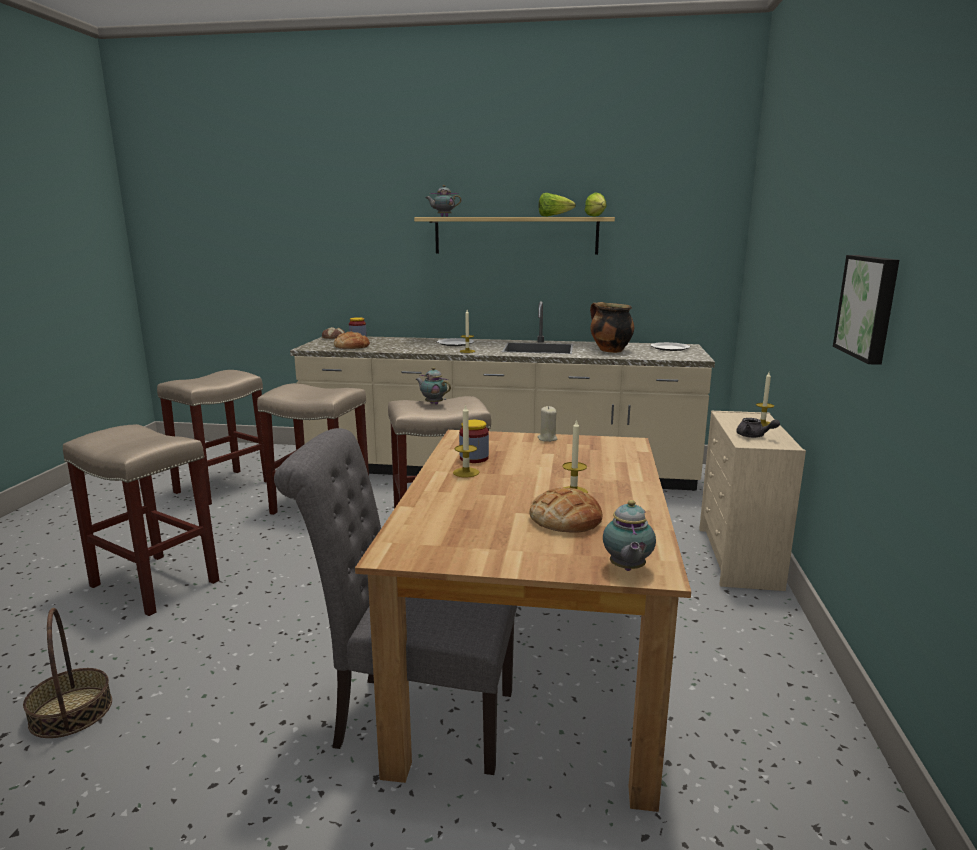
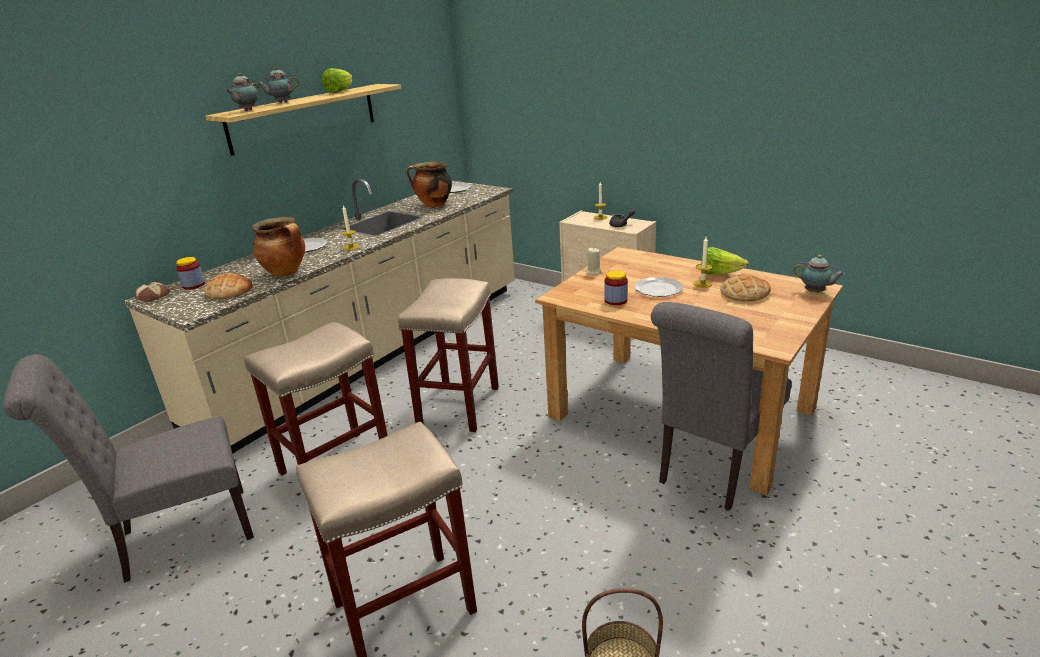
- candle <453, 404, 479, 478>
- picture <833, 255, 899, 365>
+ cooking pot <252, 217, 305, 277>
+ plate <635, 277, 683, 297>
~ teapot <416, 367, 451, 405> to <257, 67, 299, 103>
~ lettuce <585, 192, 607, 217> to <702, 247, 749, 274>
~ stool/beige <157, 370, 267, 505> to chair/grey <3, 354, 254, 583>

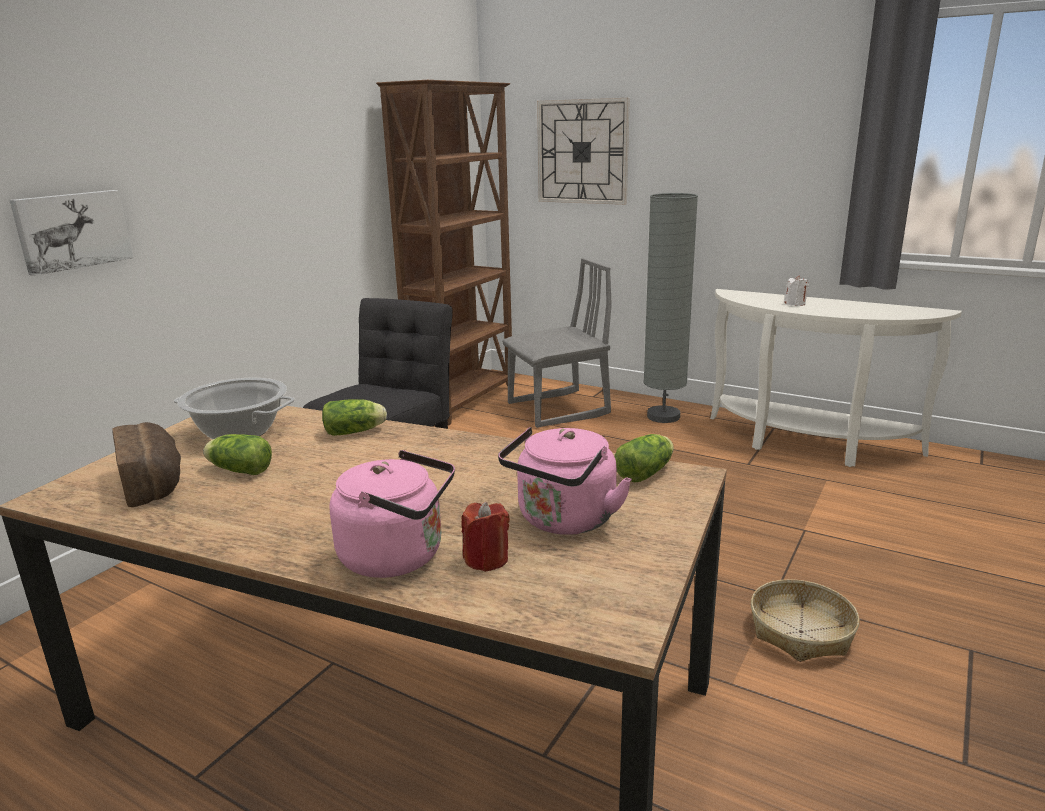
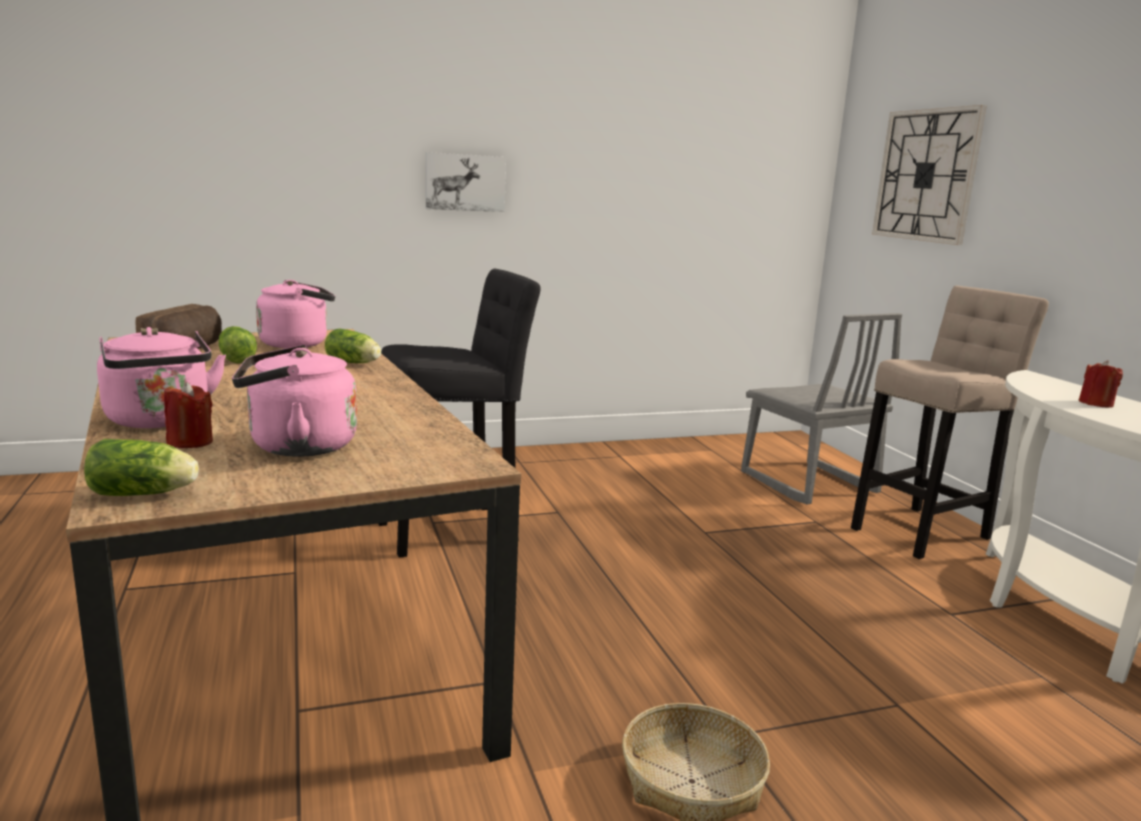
- bookcase/brown <376, 80, 512, 425>
~ picture <10, 190, 133, 276> to <426, 152, 506, 212>
~ lettuce <615, 434, 674, 482> to <84, 439, 199, 496>
~ cooking pot <174, 378, 295, 439> to kettle/pink <256, 280, 335, 348>
~ floor lamp/grey <643, 193, 698, 423> to stool/beige <851, 286, 1049, 559>
~ candle/white <784, 275, 809, 306> to candle/red <1079, 360, 1123, 408>
~ chair/grey <502, 258, 612, 428> = <741, 313, 902, 505> 45 degrees clockwise

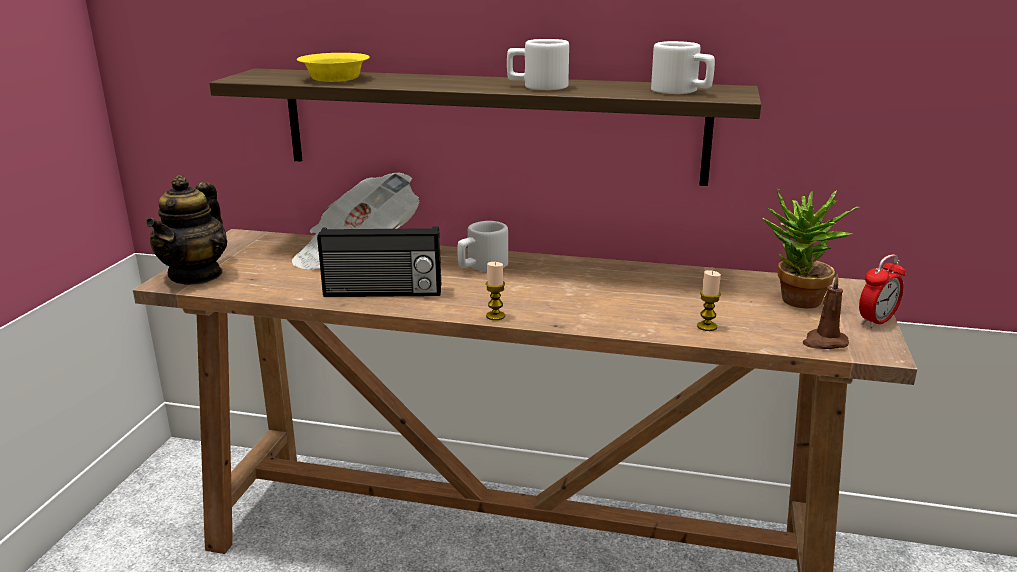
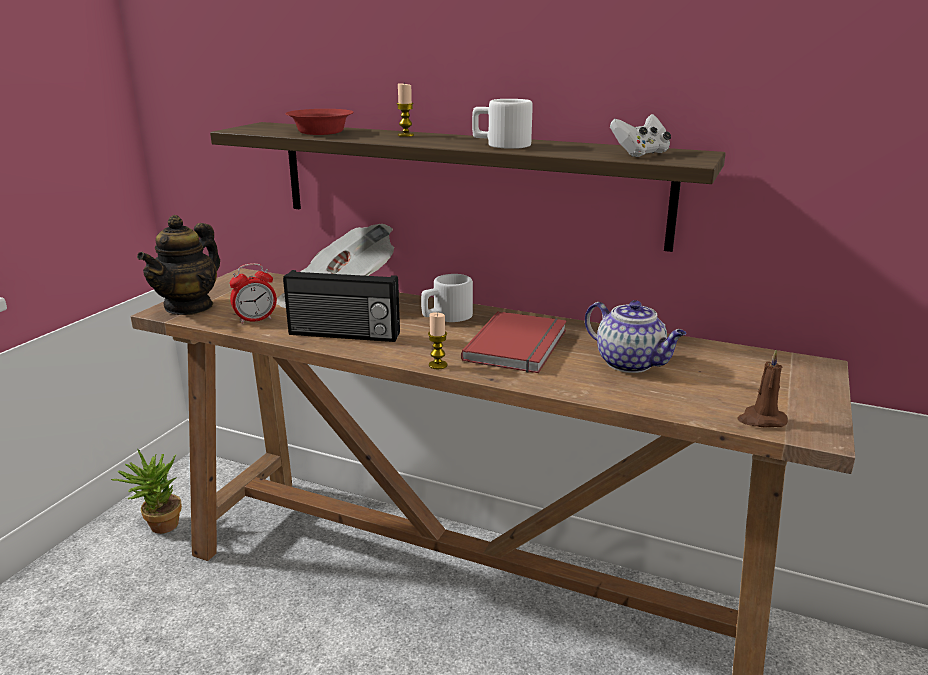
+ book/red <461, 311, 566, 373>
+ teapot <585, 300, 687, 373>
~ candle <697, 270, 721, 331> to <397, 83, 414, 137>
~ potted plant <763, 188, 860, 308> to <111, 449, 182, 534>
~ alarm clock <859, 254, 906, 328> to <229, 263, 277, 324>
~ mug/white <651, 41, 715, 94> to game controller/white <610, 114, 671, 157>
~ bowl/yellow <297, 53, 370, 82> to bowl/red <285, 109, 354, 135>

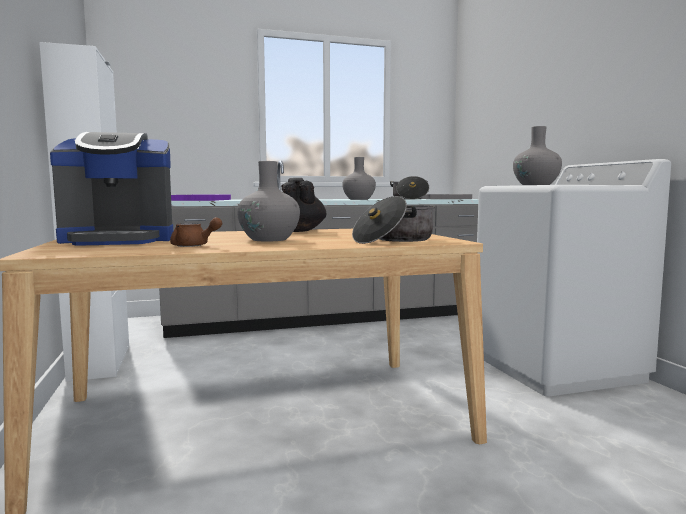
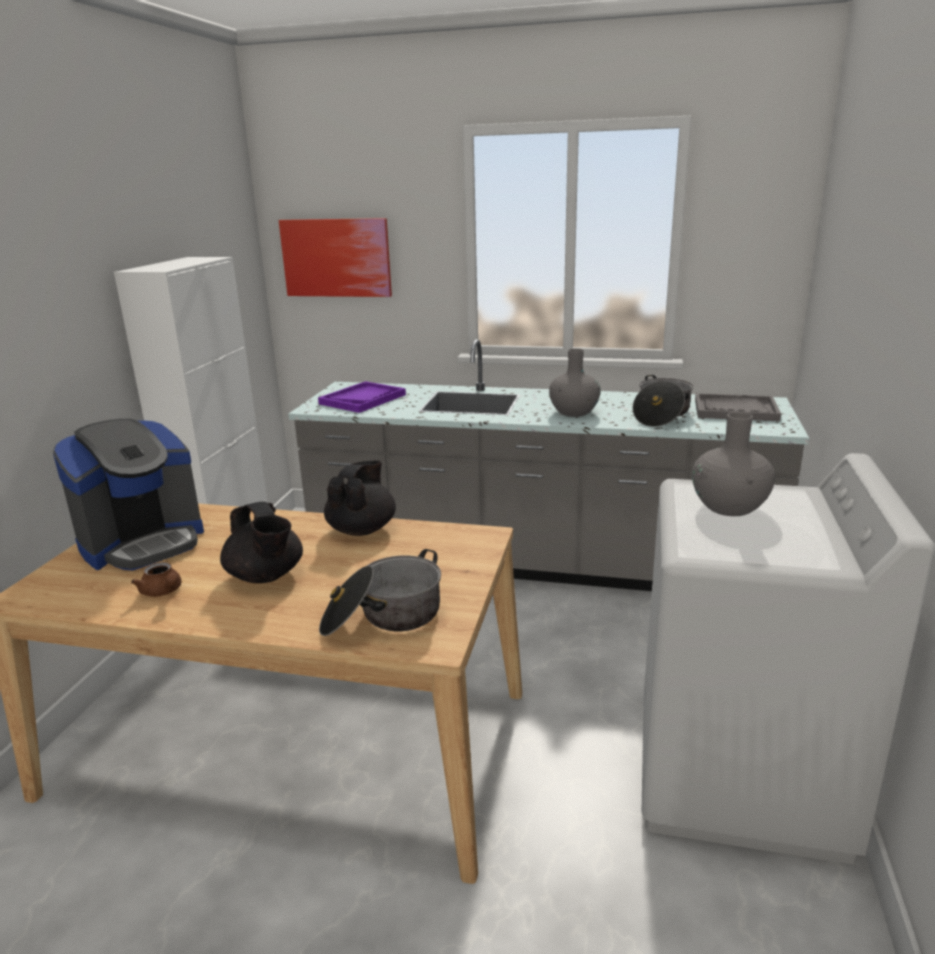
+ picture <279, 218, 392, 297>
~ vase/grey <237, 161, 300, 241> to teapot/black <220, 501, 303, 583>
~ coffee machine <50, 132, 173, 246> = <53, 419, 204, 570> 60 degrees counterclockwise

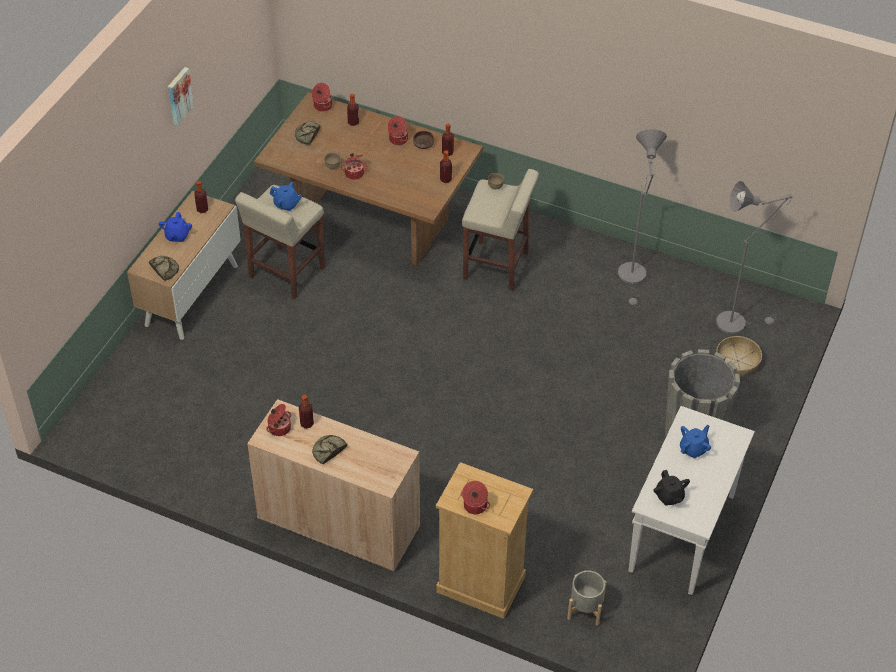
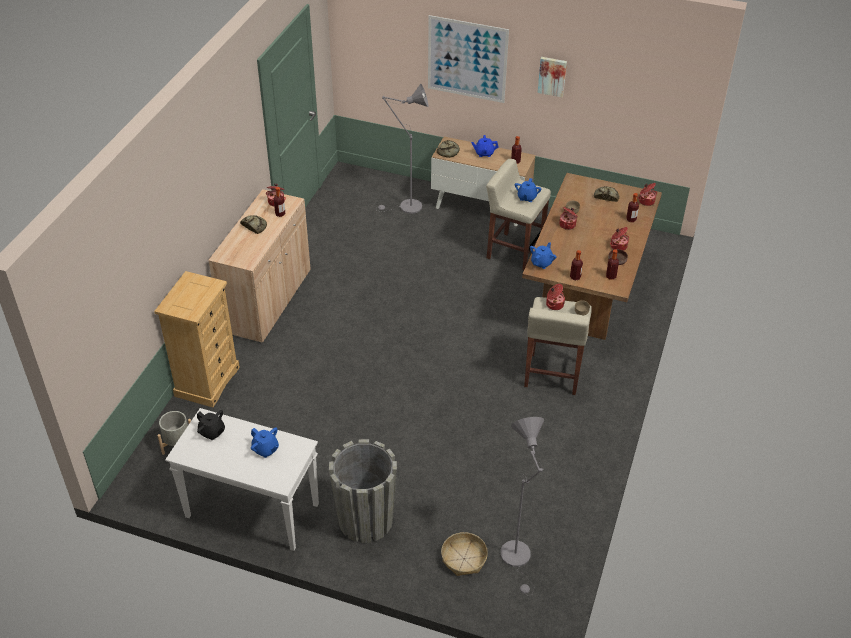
+ picture <428, 15, 509, 103>
+ teapot/blue <530, 242, 556, 269>
~ cooking pot <461, 481, 490, 514> to <546, 284, 565, 310>
~ floor lamp/grey <618, 129, 667, 305> to <378, 84, 428, 214>
~ teapot/black <654, 470, 690, 506> = <197, 410, 225, 440> 120 degrees counterclockwise

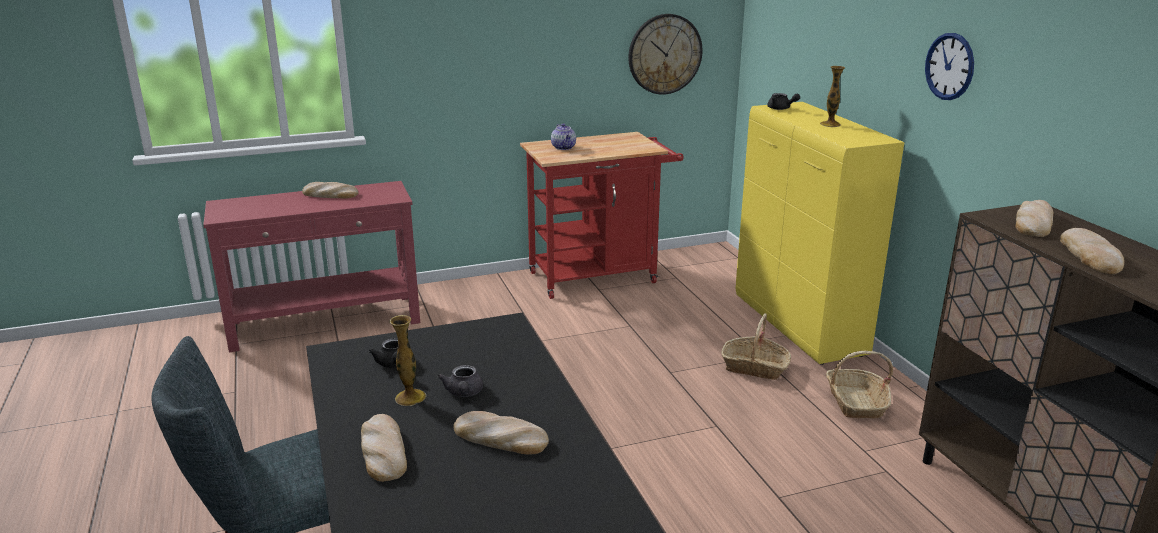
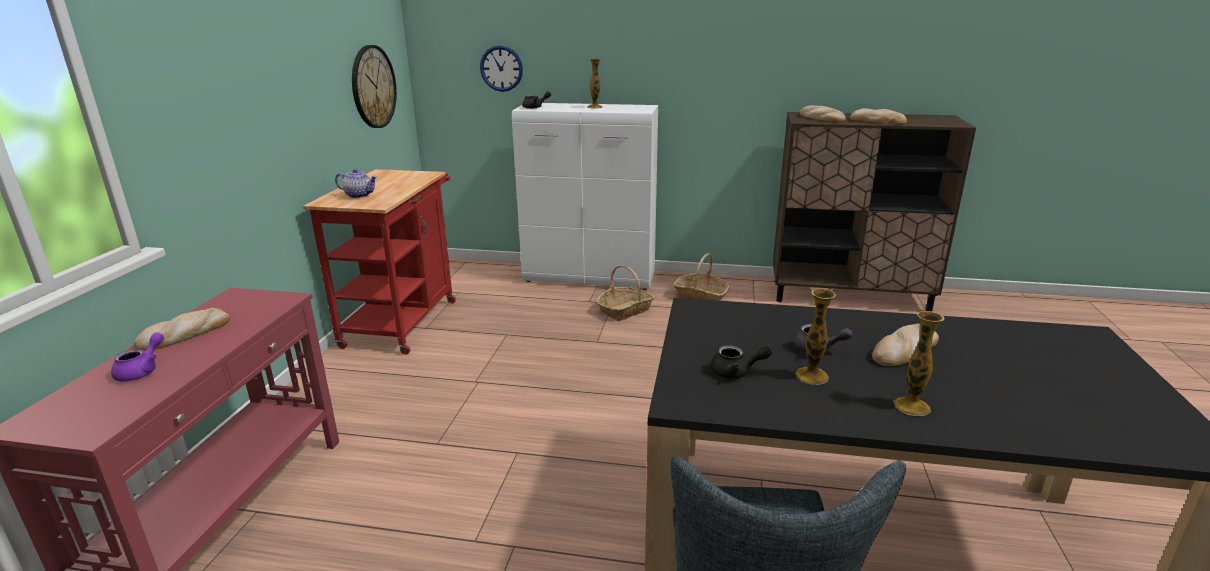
+ teapot/purple <111, 332, 164, 382>
~ wall clock <925, 33, 974, 100> to <480, 45, 523, 92>
~ bread <361, 414, 407, 482> to vase <893, 311, 945, 416>
~ cabinet/yellow <736, 102, 904, 365> to cabinet/white <512, 103, 658, 290>

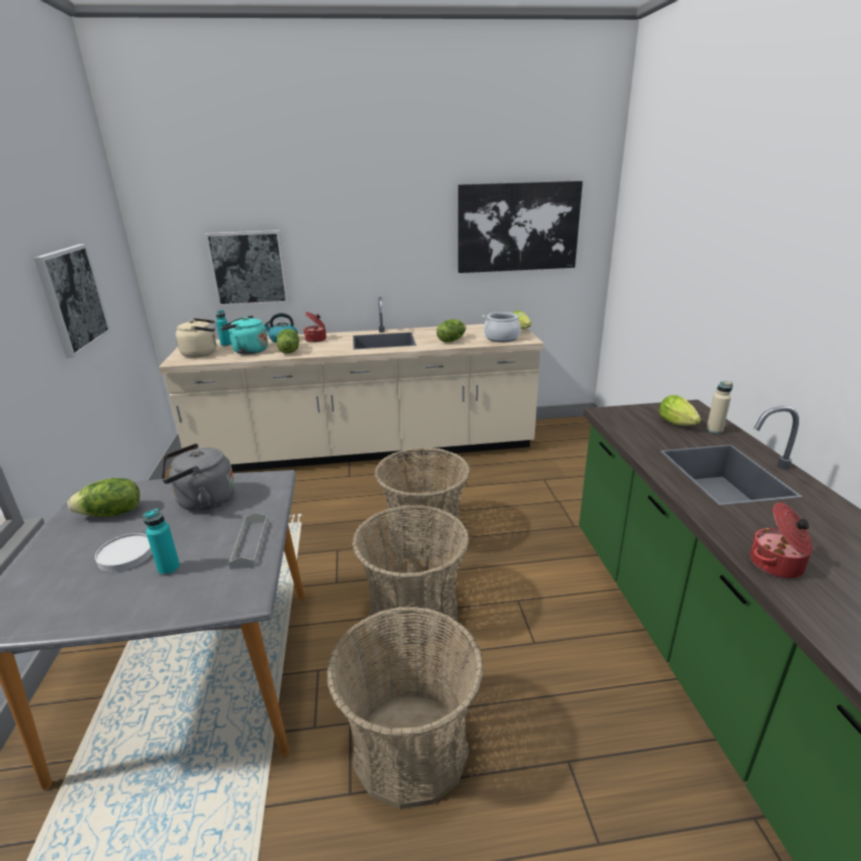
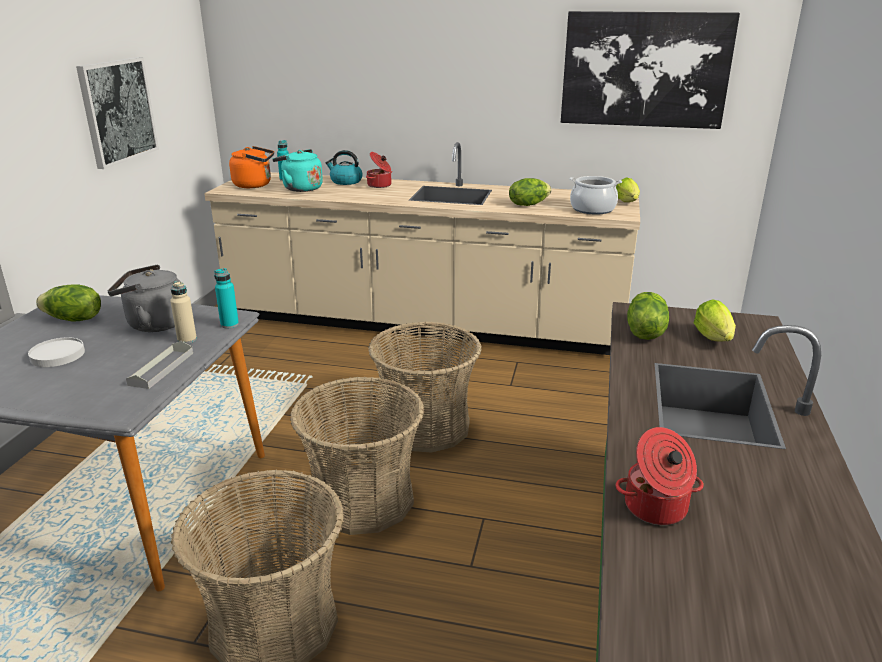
- picture <204, 230, 289, 307>
~ bottle/turquoise <143, 509, 180, 576> to <214, 268, 239, 328>
~ lettuce <277, 329, 299, 353> to <627, 292, 669, 340>
~ bottle/beige <706, 381, 733, 434> to <170, 281, 197, 344>
~ kettle/beige <176, 318, 216, 358> to kettle/orange <229, 146, 274, 188>

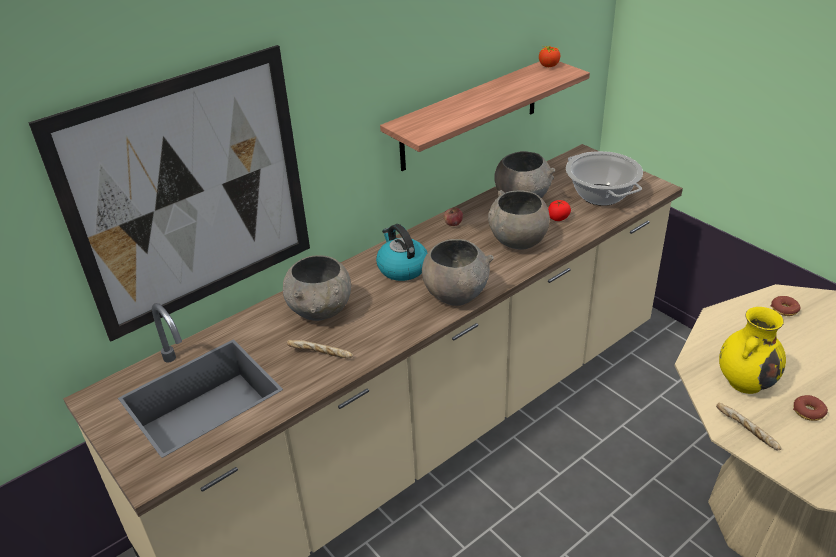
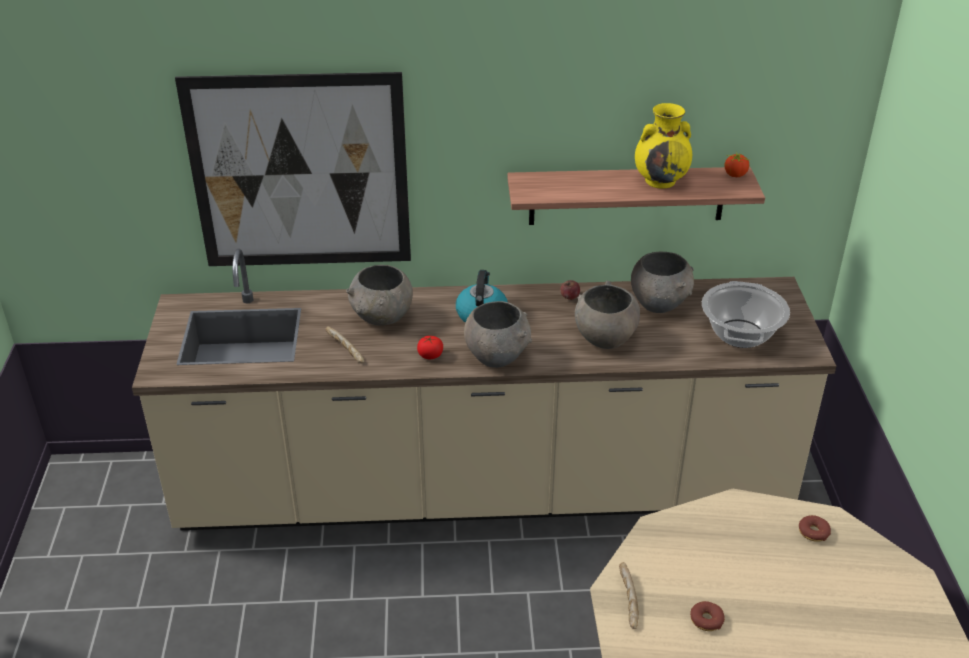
~ tomato <548, 200, 571, 221> to <417, 335, 443, 359>
~ vase/yellow <719, 307, 786, 394> to <635, 103, 692, 189>

